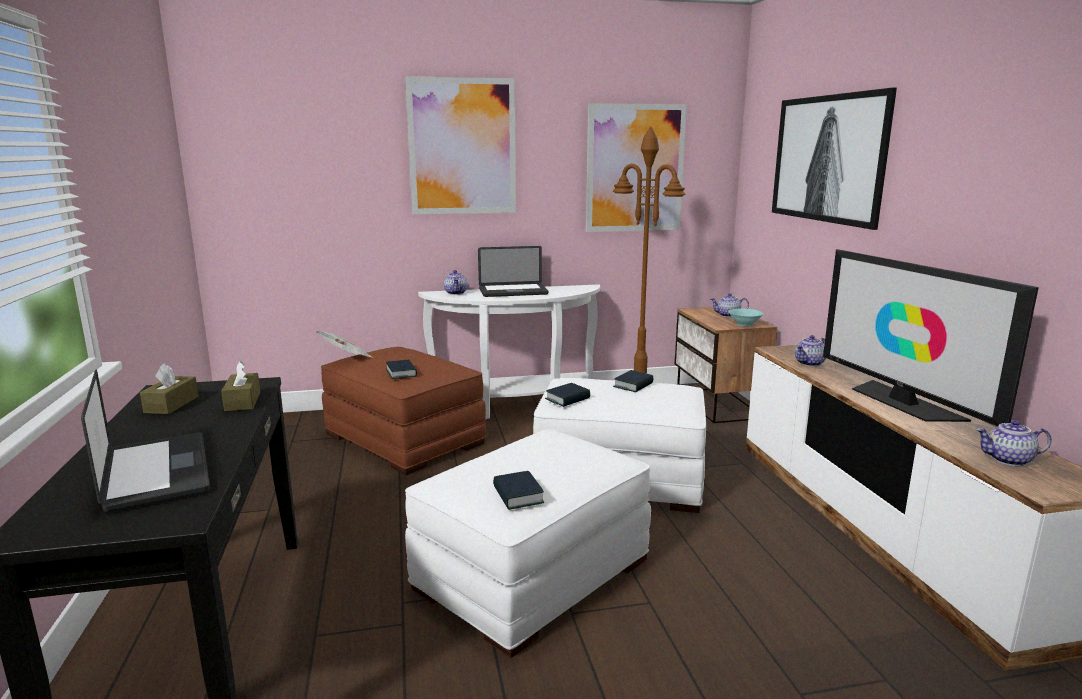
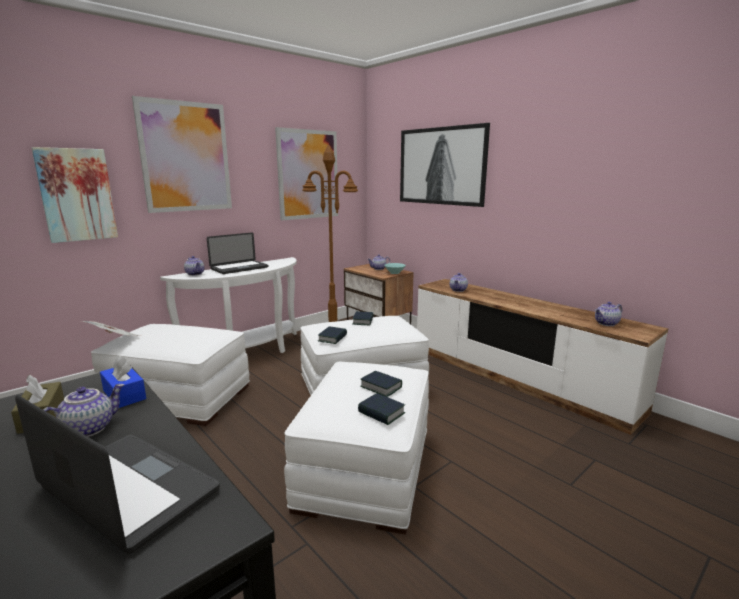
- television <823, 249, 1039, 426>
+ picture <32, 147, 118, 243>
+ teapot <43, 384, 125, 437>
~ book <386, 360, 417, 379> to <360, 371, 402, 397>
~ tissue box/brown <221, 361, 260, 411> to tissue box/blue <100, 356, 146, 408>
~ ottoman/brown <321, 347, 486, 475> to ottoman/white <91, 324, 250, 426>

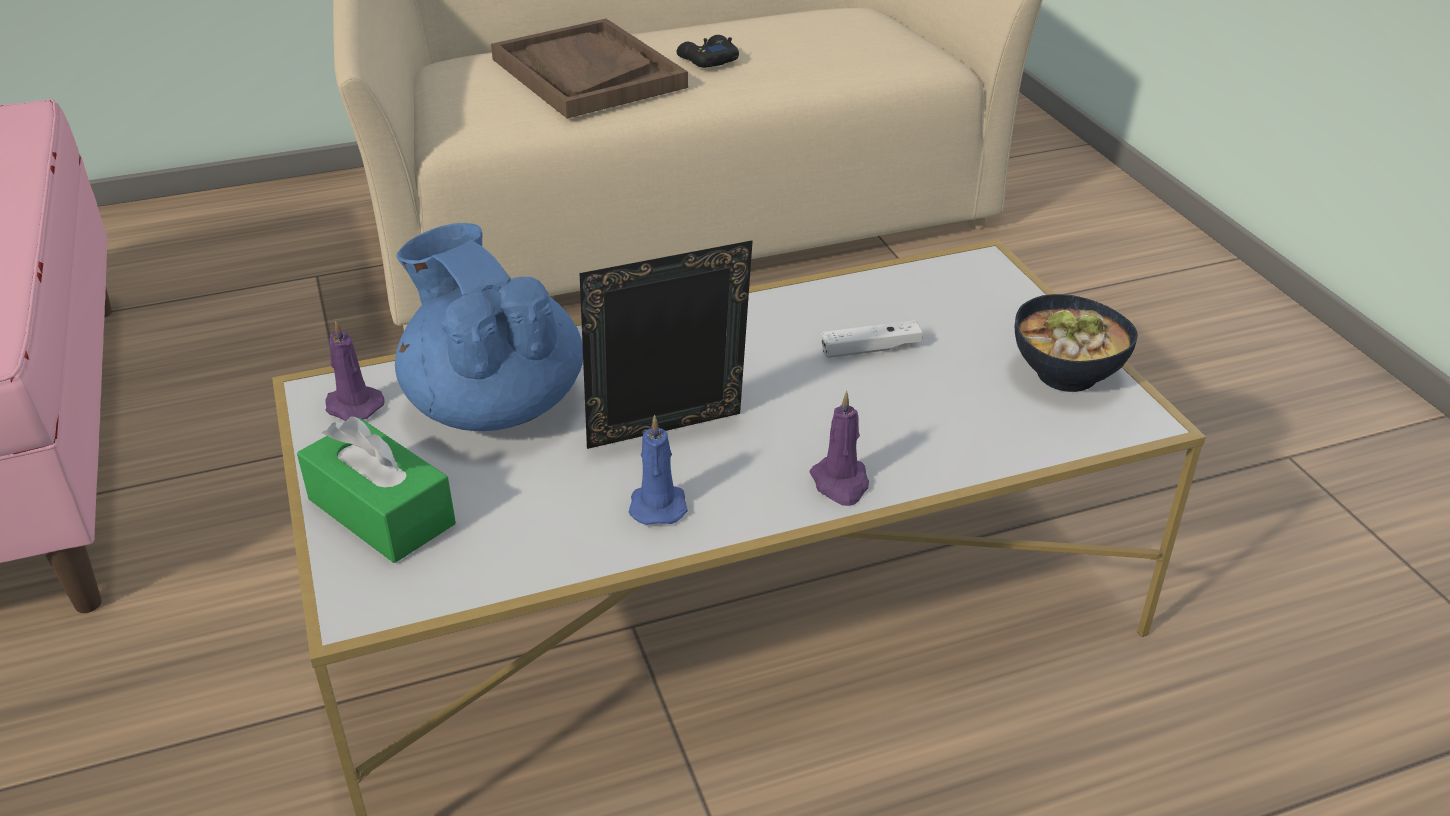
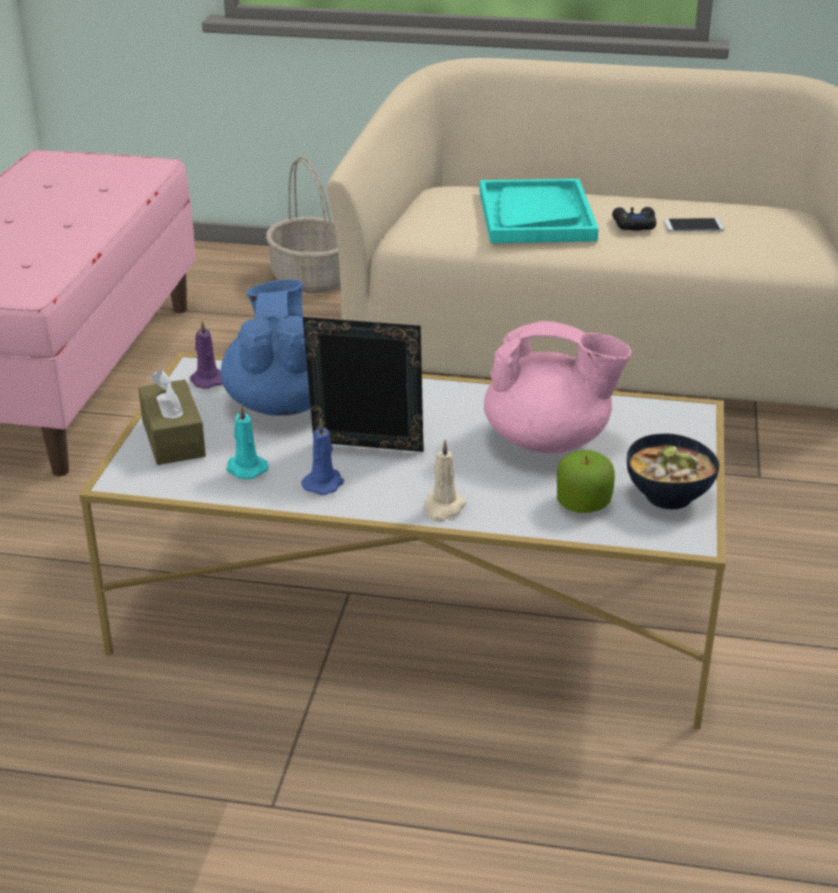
+ candle/turquoise <226, 404, 269, 479>
+ basket <266, 157, 341, 293>
+ apple <557, 450, 615, 513>
+ phone <664, 218, 725, 232>
~ game controller/white <821, 320, 923, 358> to teapot/pink <484, 321, 631, 453>
~ tissue box/green <297, 416, 456, 563> to tissue box/brown <138, 370, 206, 465>
~ tray/brown <491, 19, 688, 119> to tray/turquoise <480, 179, 599, 243>
~ candle/purple <810, 391, 869, 506> to candle/beige <424, 440, 466, 522>

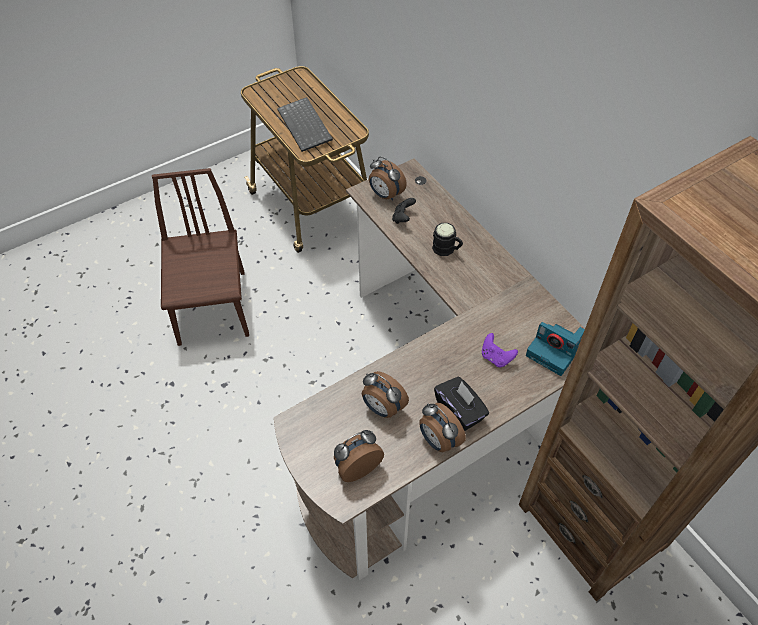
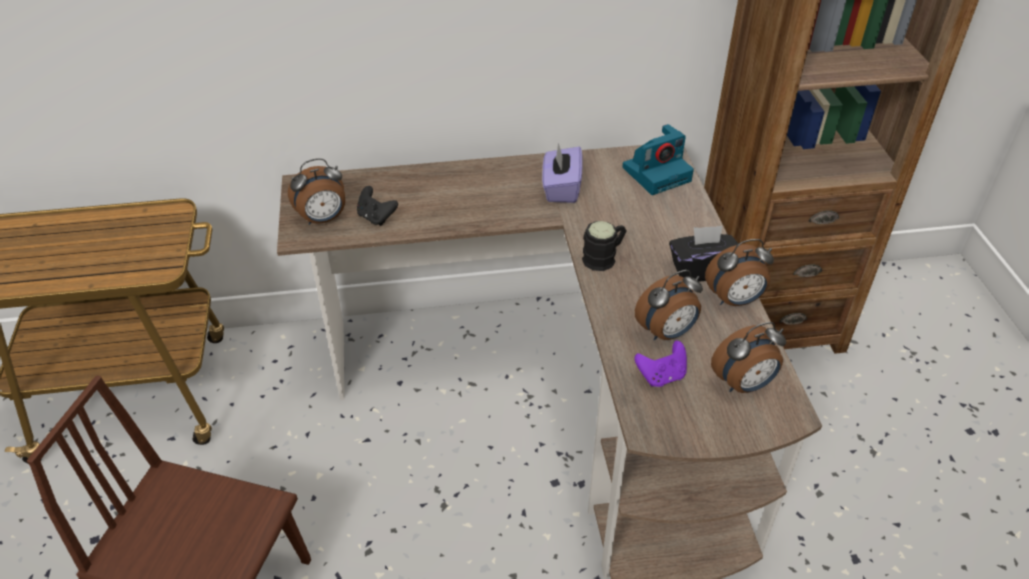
- keyboard <277, 97, 333, 152>
+ tissue box/purple <542, 143, 583, 203>
~ mug/black <432, 223, 463, 256> to <582, 221, 626, 271>
~ game controller/purple <482, 333, 518, 368> to <634, 341, 687, 387>
~ alarm clock <334, 430, 384, 482> = <711, 322, 786, 393> 105 degrees counterclockwise

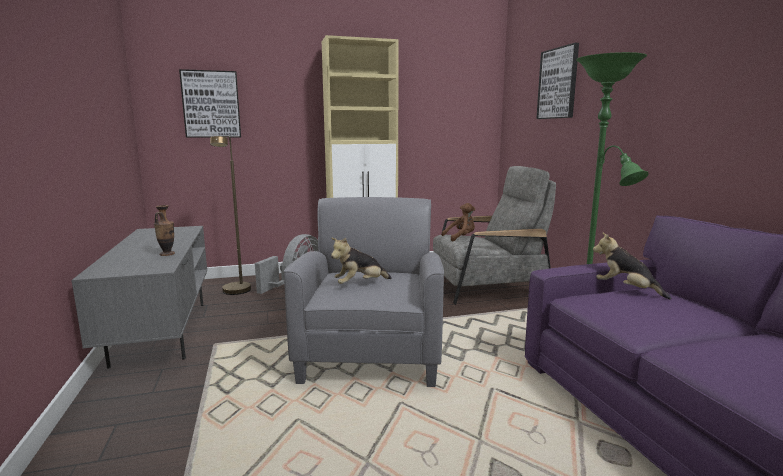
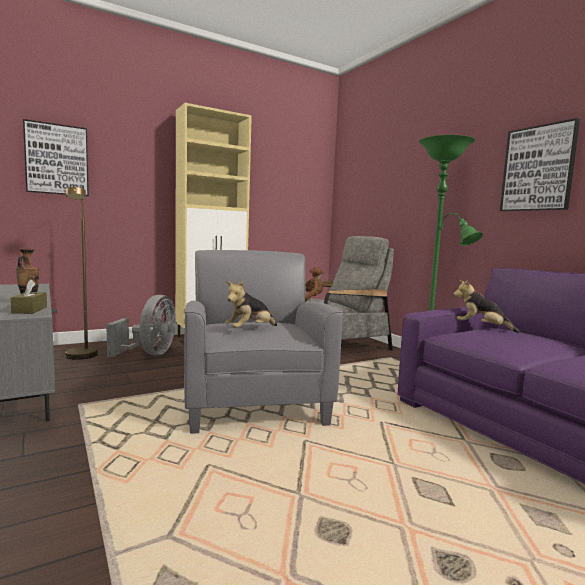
+ tissue box/brown <11, 279, 47, 314>
~ picture <536, 43, 579, 119> to <500, 118, 580, 211>

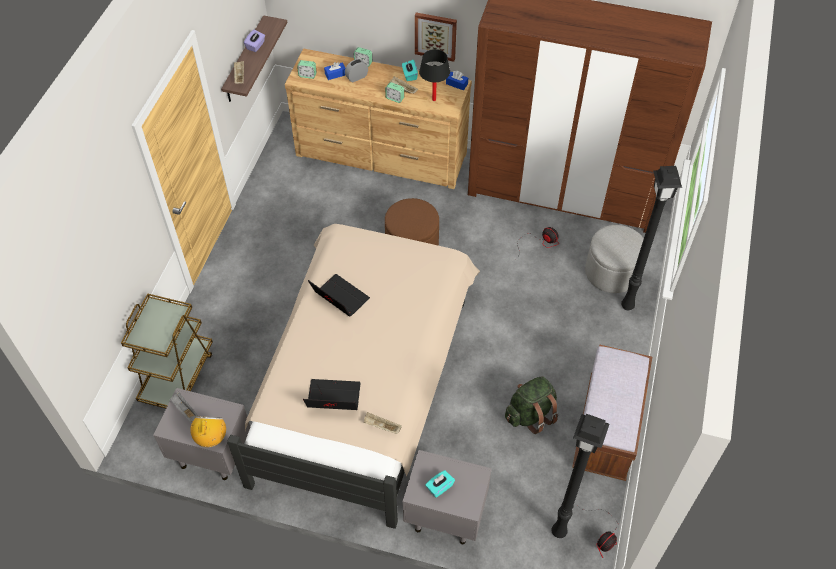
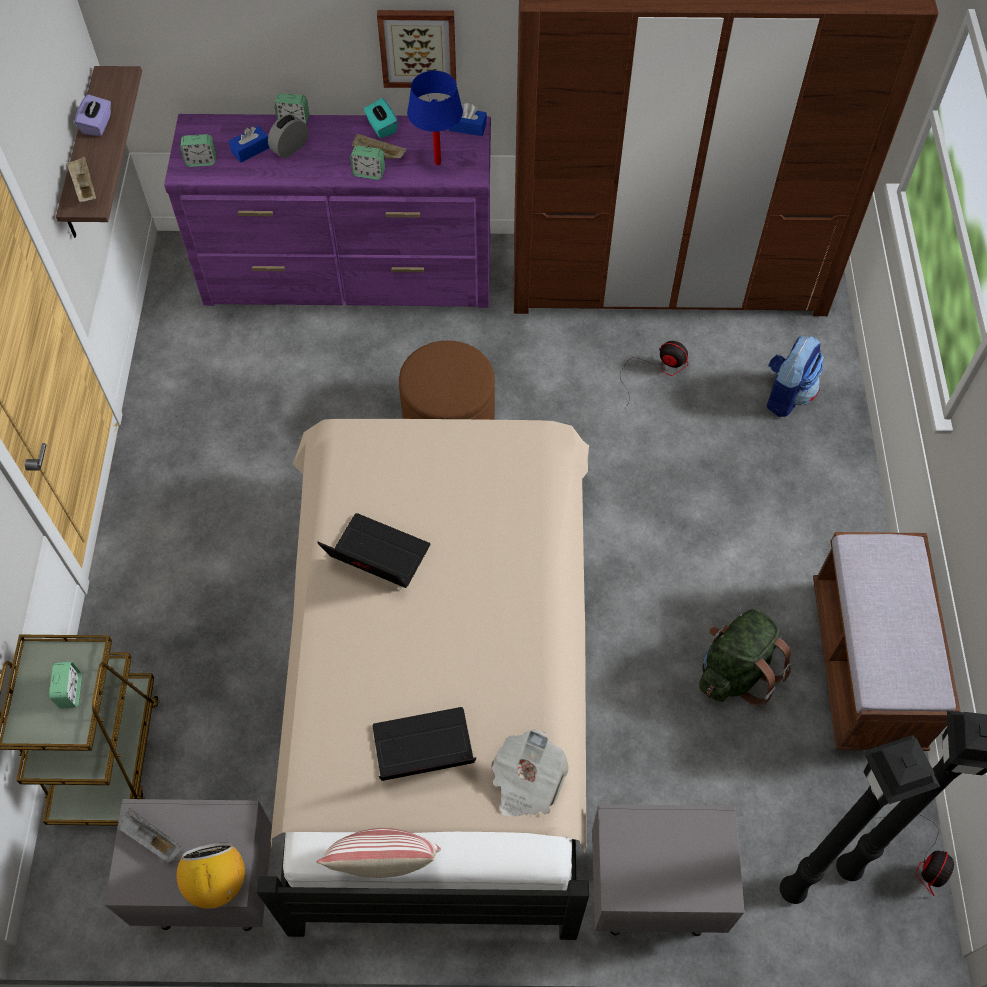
- tissue box/turquoise <425, 470, 455, 498>
+ alarm clock <49, 662, 82, 708>
+ pillow <316, 828, 441, 878>
~ floor lamp/black <621, 166, 682, 310> to <780, 735, 940, 904>
~ tray/beige <364, 412, 402, 434> to newspaper <491, 729, 569, 817>
~ ottoman/grey <585, 225, 644, 293> to backpack <767, 336, 824, 417>
~ dresser/brown <285, 48, 472, 189> to dresser/purple <164, 114, 491, 308>
~ table lamp/black <419, 49, 450, 101> to table lamp/blue <407, 71, 463, 165>

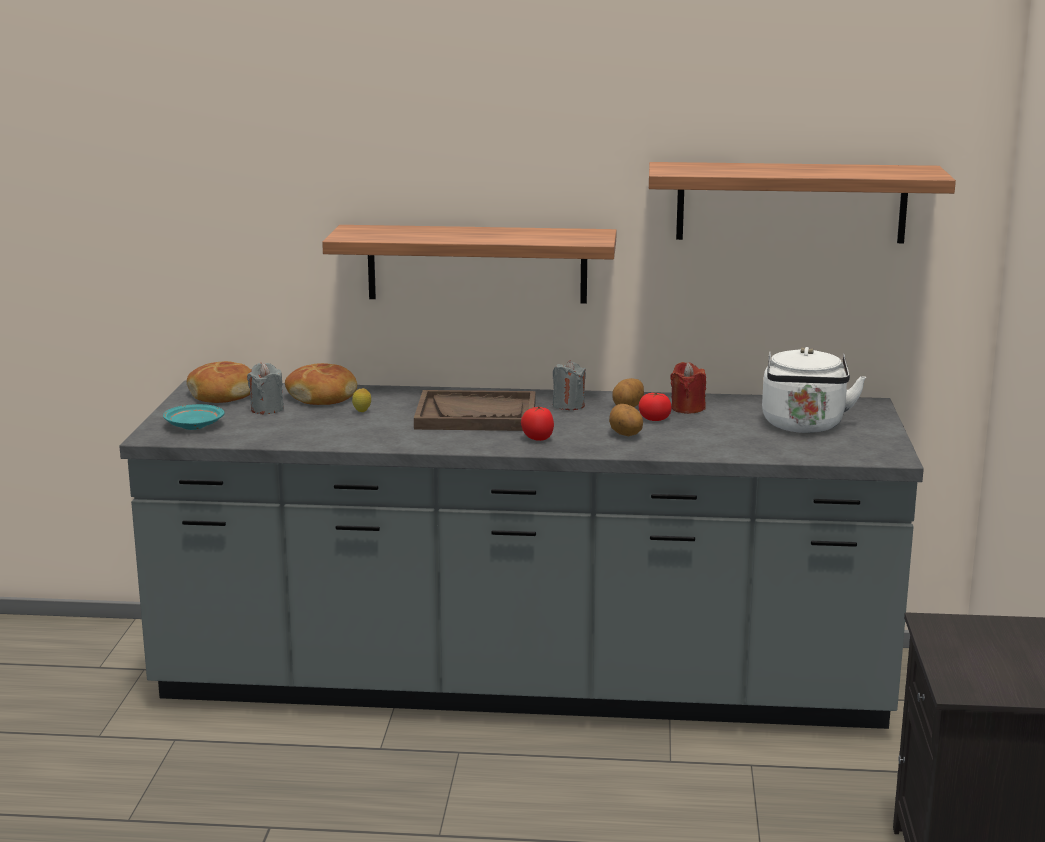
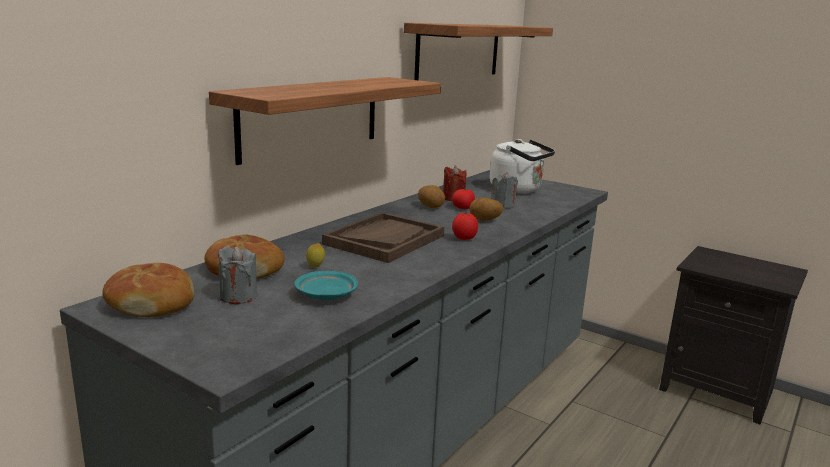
~ plate/turquoise <163, 404, 224, 430> to <295, 271, 358, 300>
~ candle/grey <553, 360, 586, 410> to <491, 172, 518, 209>

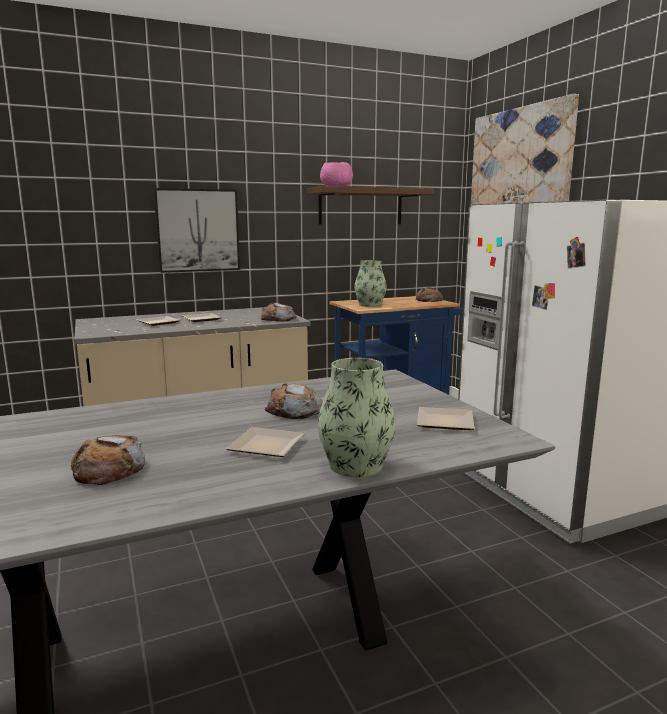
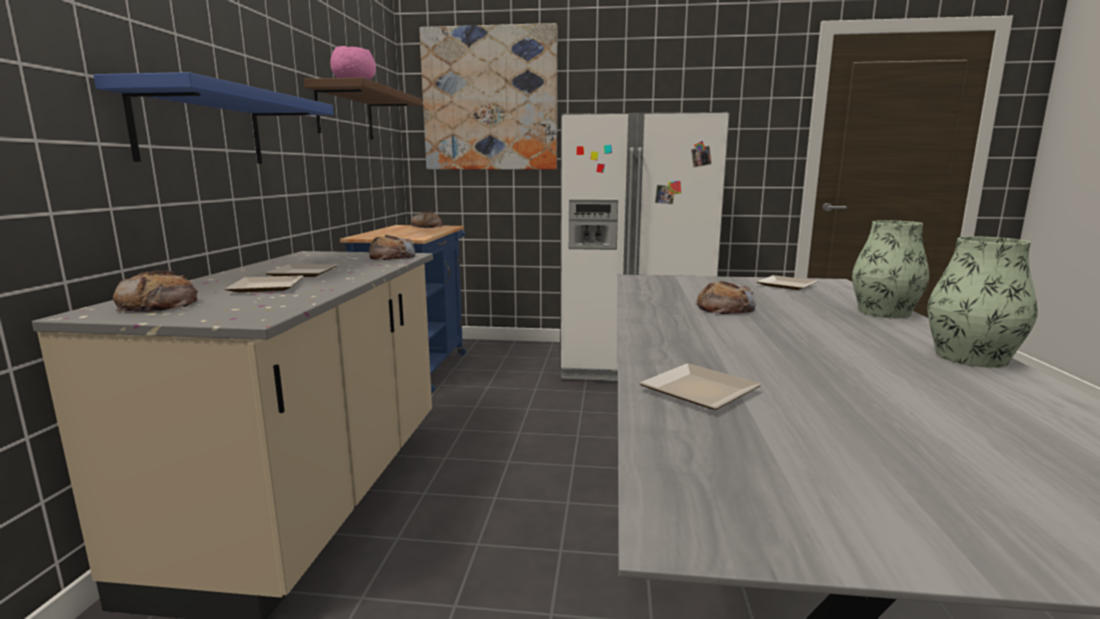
~ bread <71, 435, 145, 485> to <113, 271, 198, 312>
~ plate <226, 427, 305, 457> to <639, 363, 761, 410>
~ vase <354, 260, 387, 307> to <927, 236, 1038, 368>
~ picture <154, 188, 240, 273> to shelf/blue <94, 72, 334, 164>

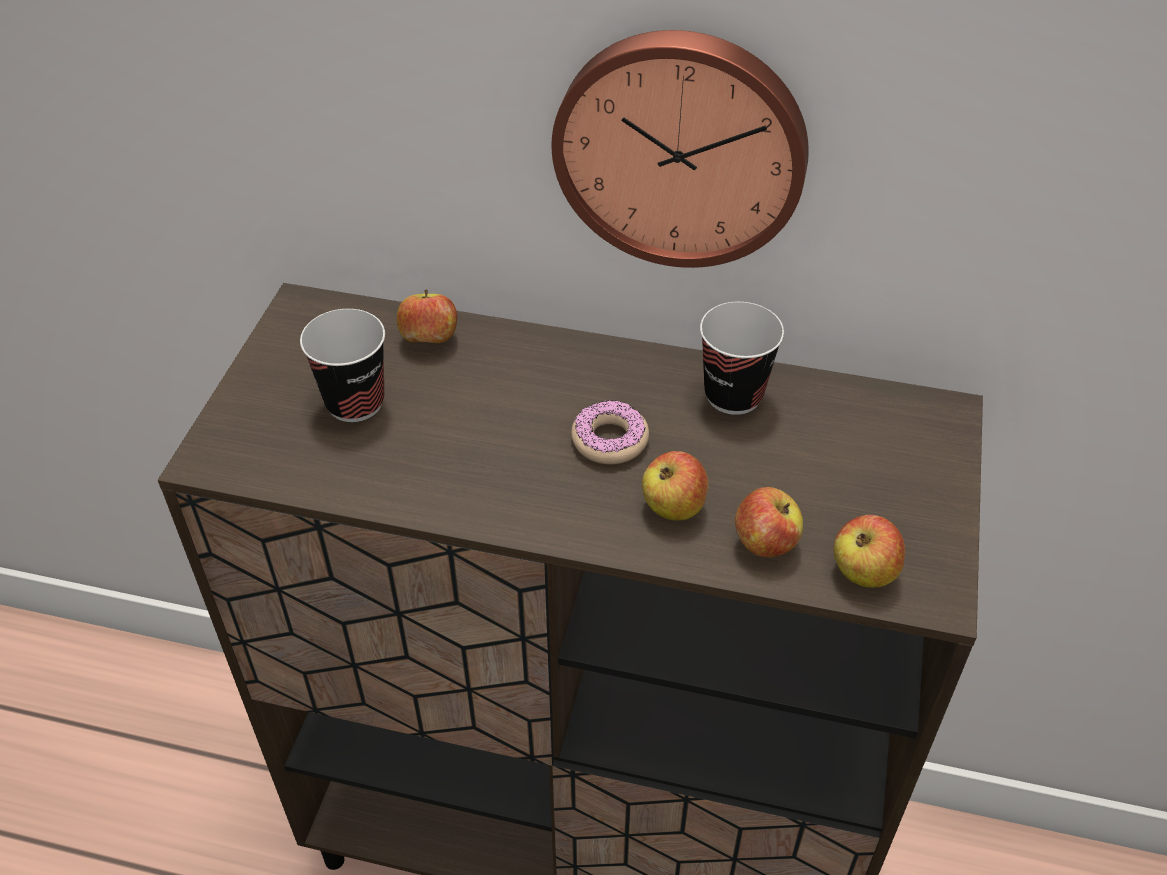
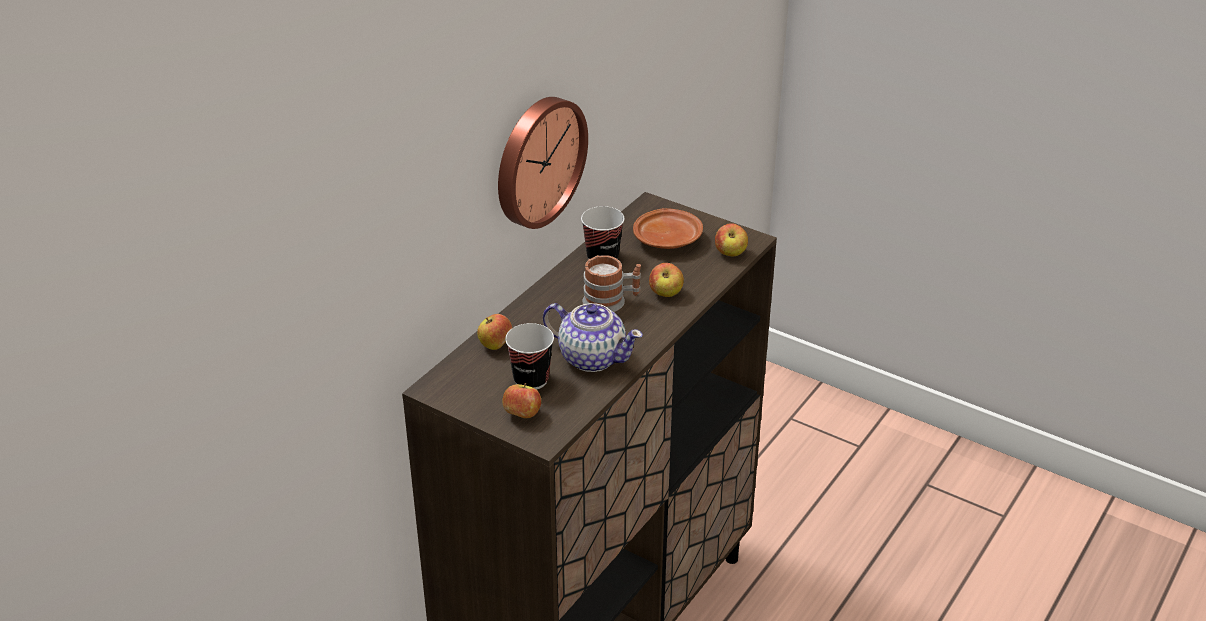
+ teapot <543, 303, 643, 372>
+ plate/brown <633, 208, 703, 249>
~ apple <735, 487, 803, 557> to <502, 383, 541, 418>
~ donut <571, 400, 649, 464> to mug <582, 255, 641, 312>

